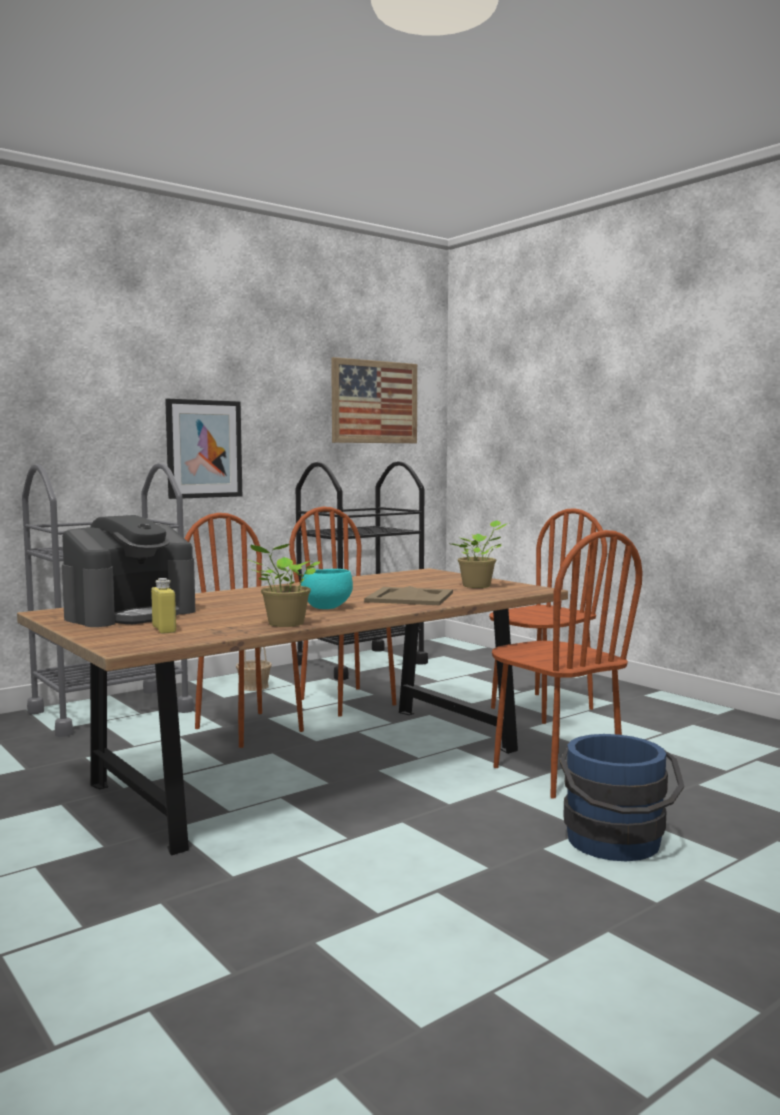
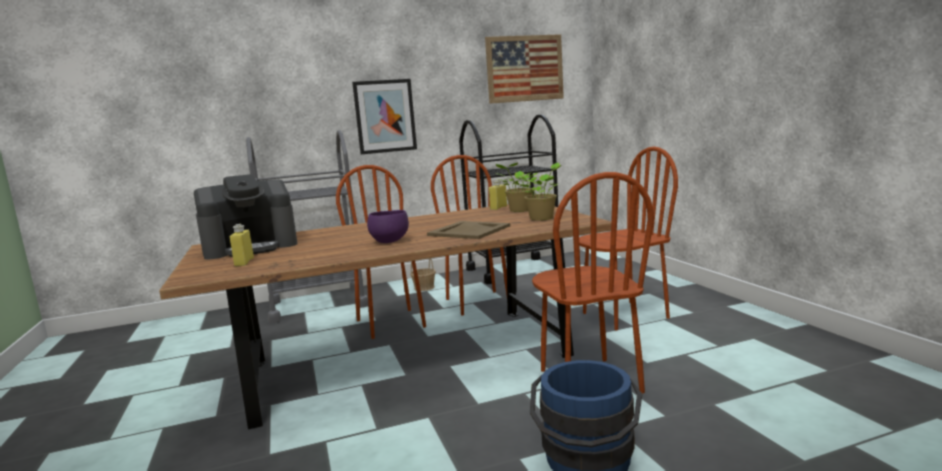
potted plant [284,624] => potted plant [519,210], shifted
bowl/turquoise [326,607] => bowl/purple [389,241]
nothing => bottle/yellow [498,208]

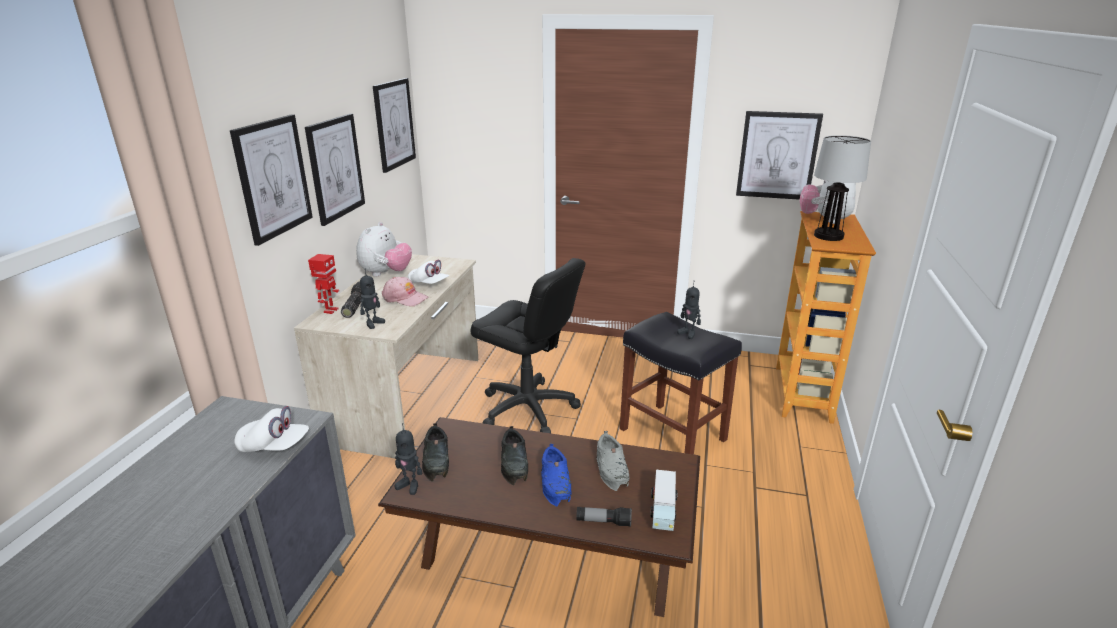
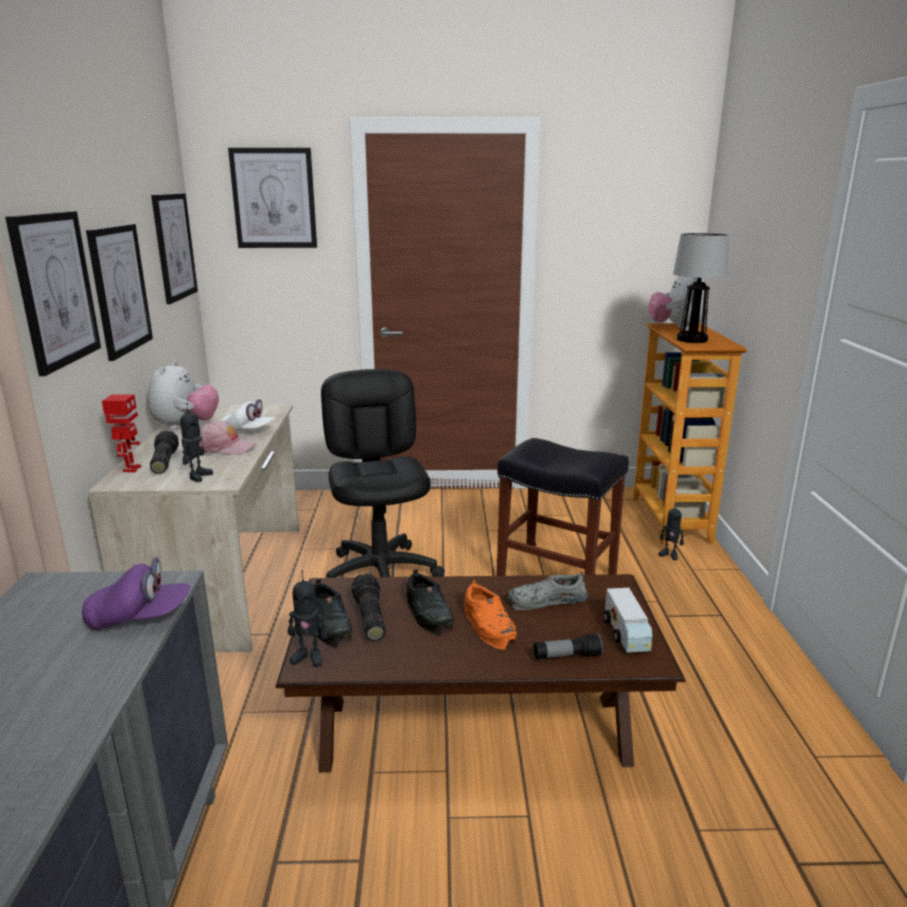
picture [777,155] => picture [274,198], shifted
office chair/black [528,409] => office chair/black [381,574], 120 degrees counterclockwise
toy robot [688,333] => toy robot [669,555], shifted
cap/white [274,446] => cap/purple [140,617]
shoe/grey [612,468] => shoe/grey [546,600], 105 degrees clockwise
shoe/blue [556,482] => shoe/orange [489,624]
nothing => flashlight [368,617]

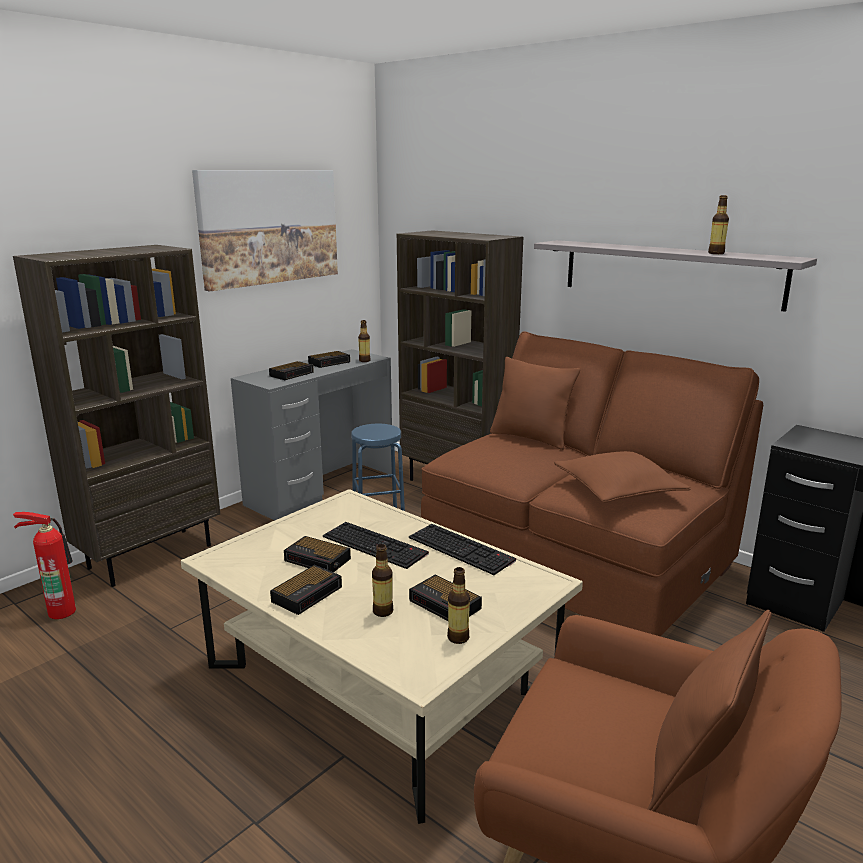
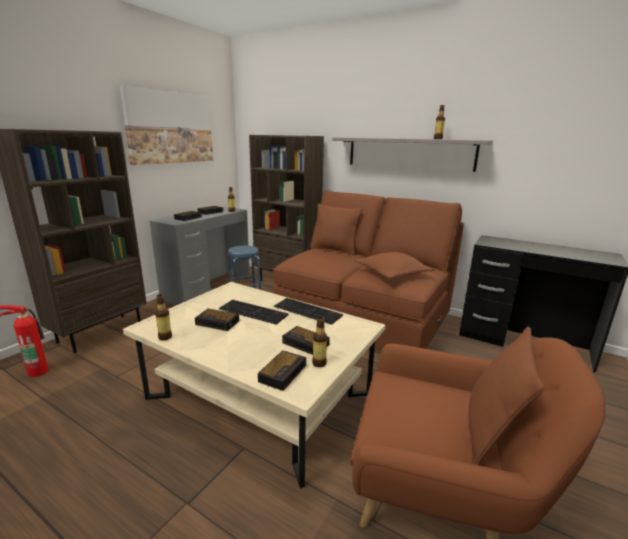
bottle [383,611] => bottle [165,337], shifted
alarm clock [308,593] => alarm clock [283,372], shifted

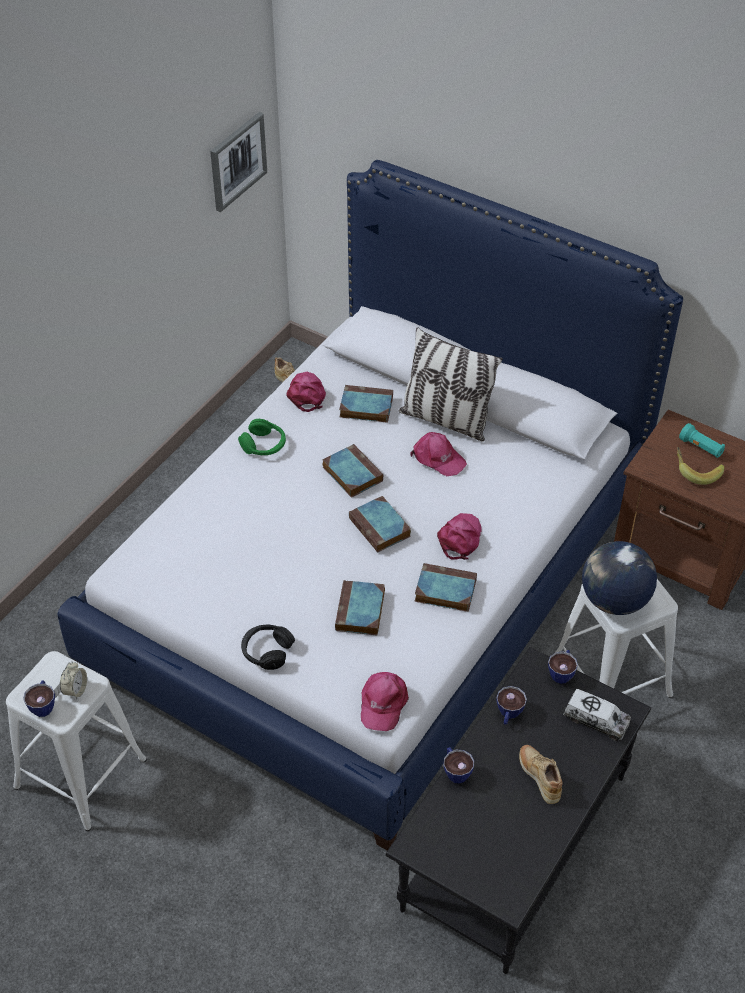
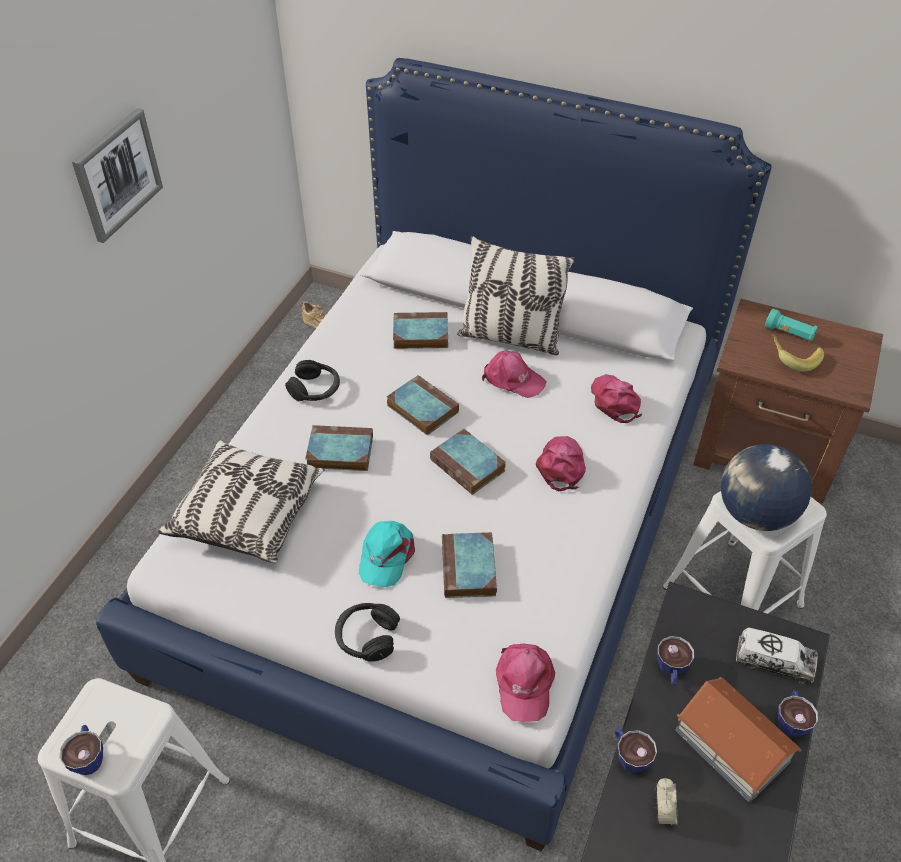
picture [237,161] => picture [117,174], shifted
cap/pink [306,394] => cap/pink [615,401], shifted
headphones/green [264,445] => headphones/black [315,389]
book [444,591] => book [338,452], shifted
cup [562,672] => cup [791,720], shifted
alarm clock [75,690] => alarm clock [663,811], shifted
shoe/beige [539,777] => toy house [732,747]
nothing => pillow [247,514]
nothing => cap/turquoise [386,555]

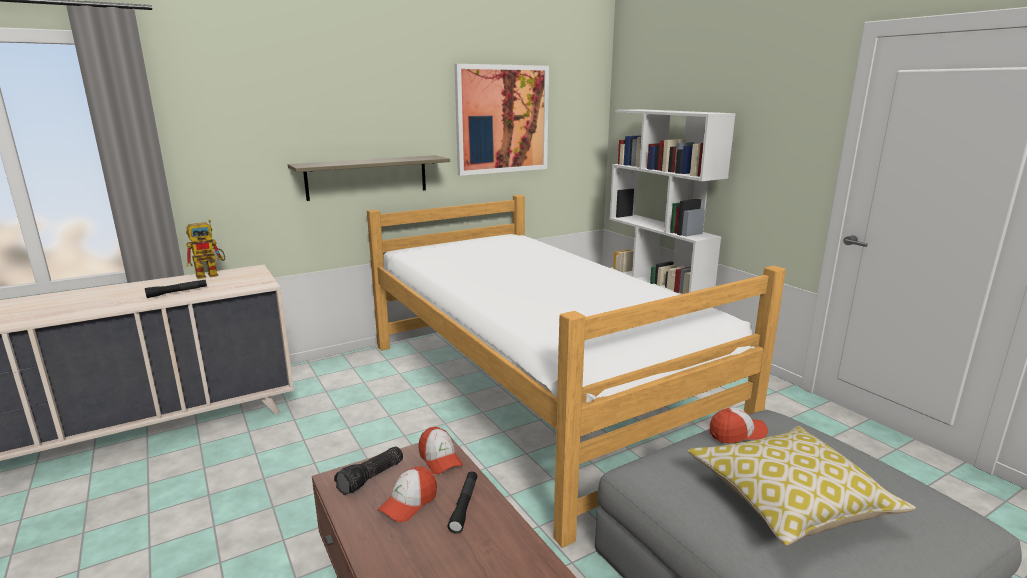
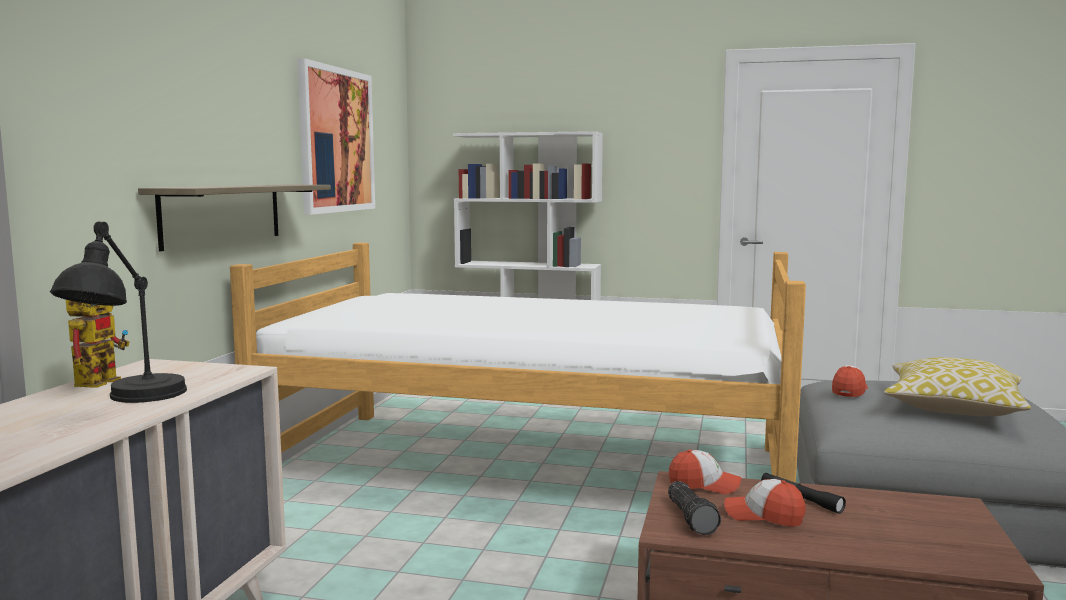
flashlight/black [177,292] => table lamp/black [128,402]
cap [408,503] => cap [764,516], 120 degrees clockwise

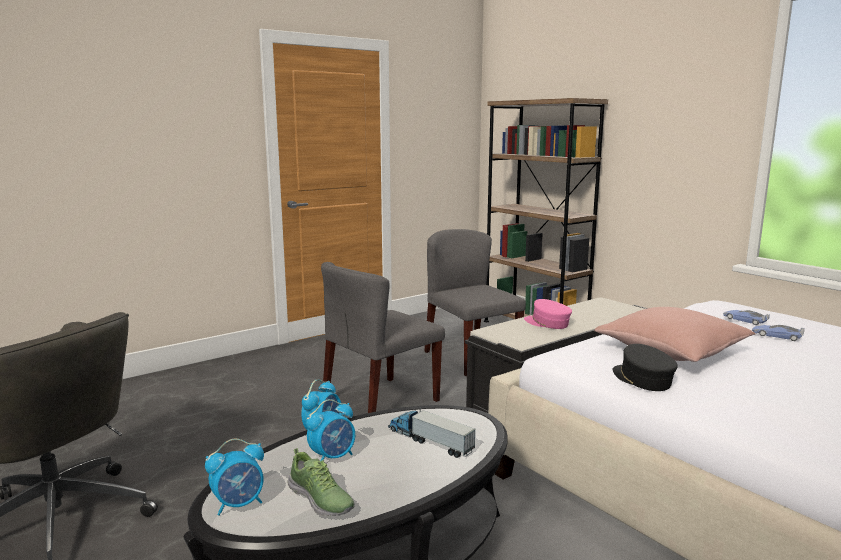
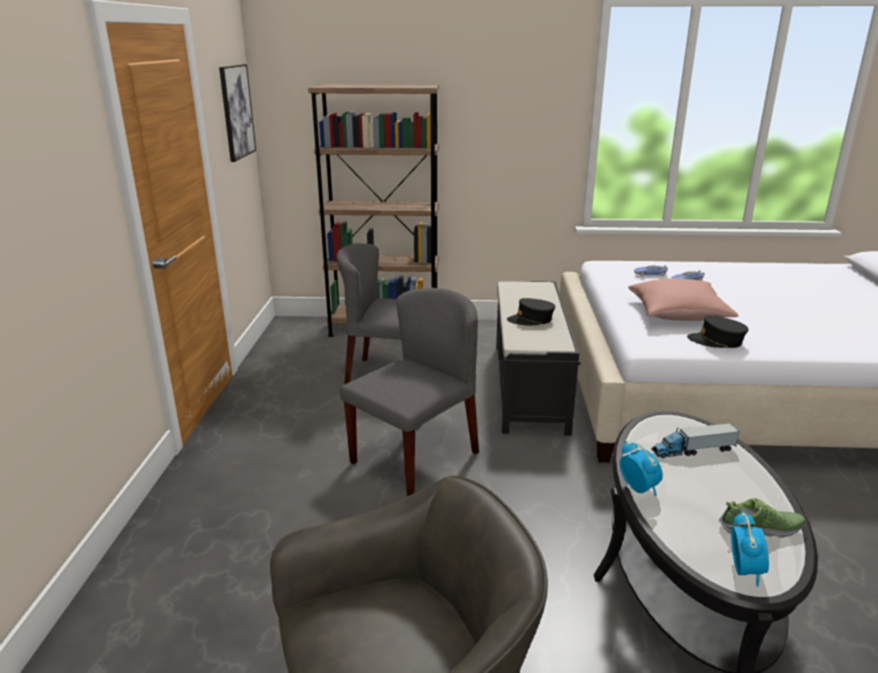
chair/grey [380,402] => chair/grey [415,456], 135 degrees counterclockwise
cap/pink [547,323] => cap/black [531,320]
alarm clock [333,457] => nothing
nothing => picture [236,112]

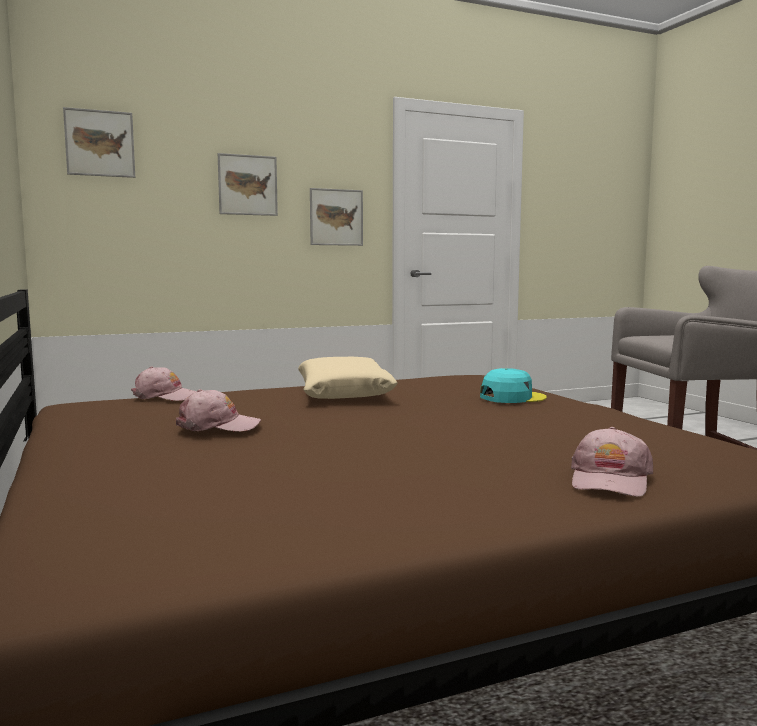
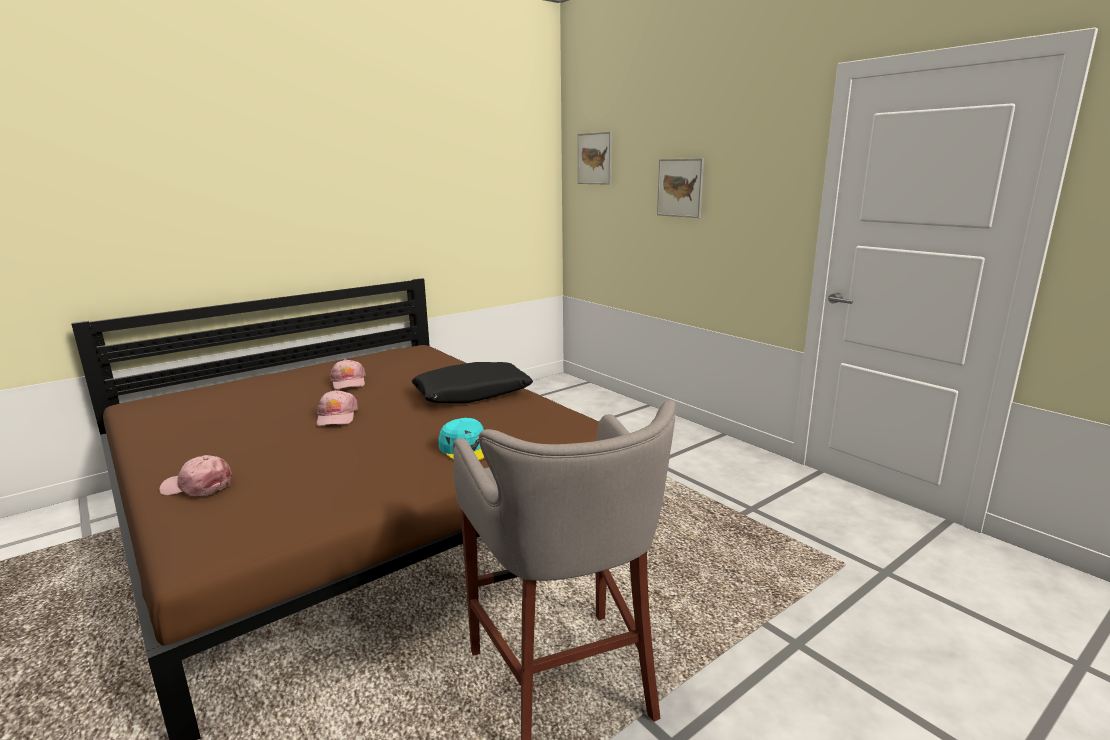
picture [336,217] => nothing
pillow/beige [344,393] => pillow/black [472,394]
cap/pink [165,396] => cap/pink [337,416], shifted

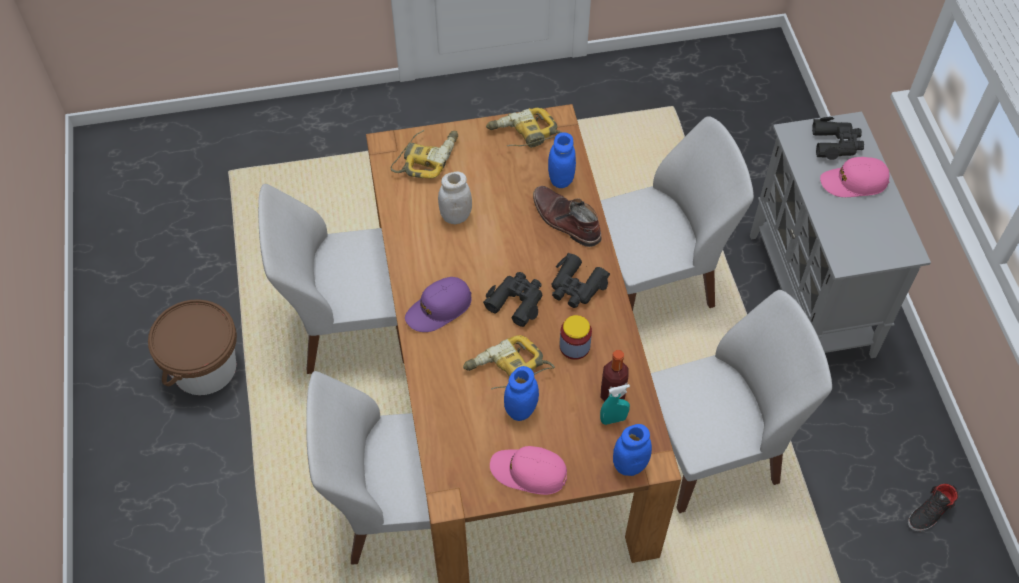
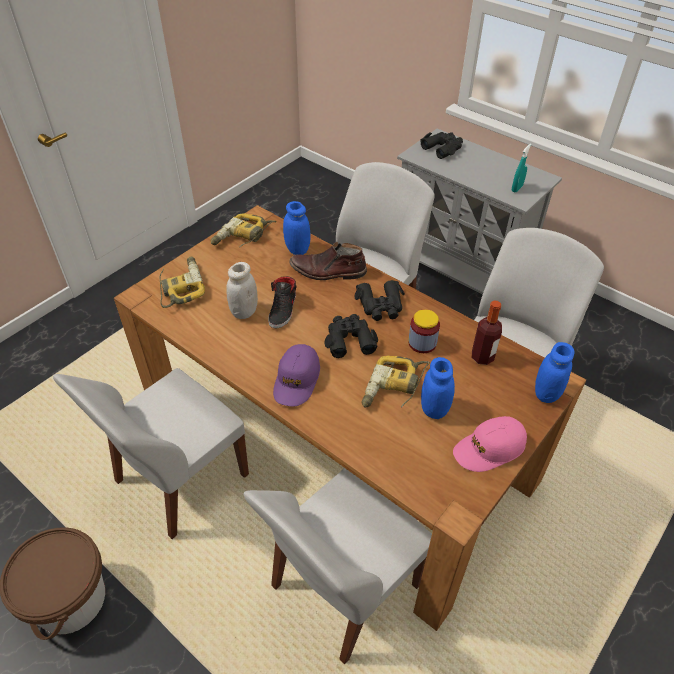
cap/pink [853,182] => nothing
spray bottle/turquoise [613,419] => spray bottle/turquoise [517,188], shifted
shoe/black [930,512] => shoe/black [283,310], shifted

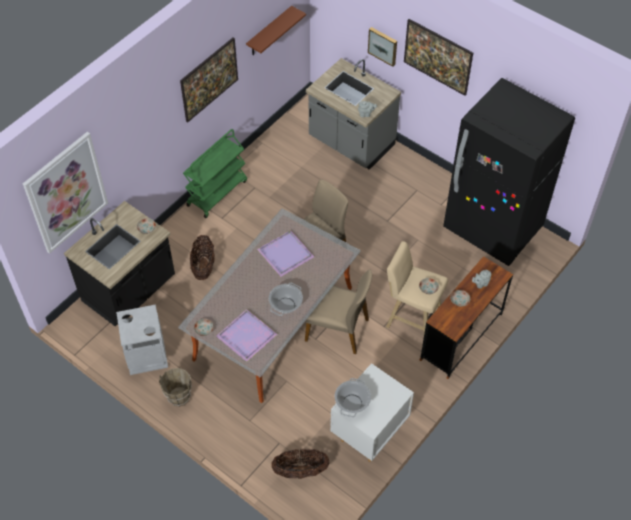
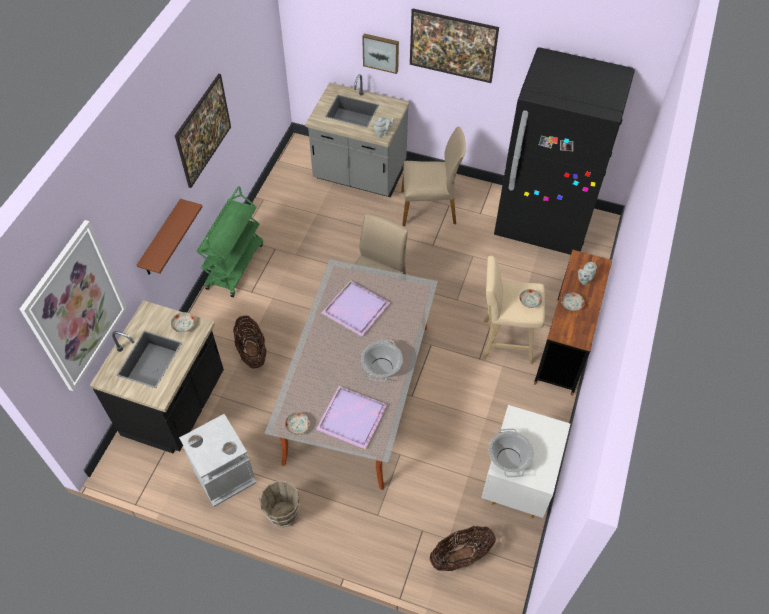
shelf/brown [269,32] => shelf/brown [161,240], shifted
chair/beige [338,329] => chair/beige [429,208], shifted

